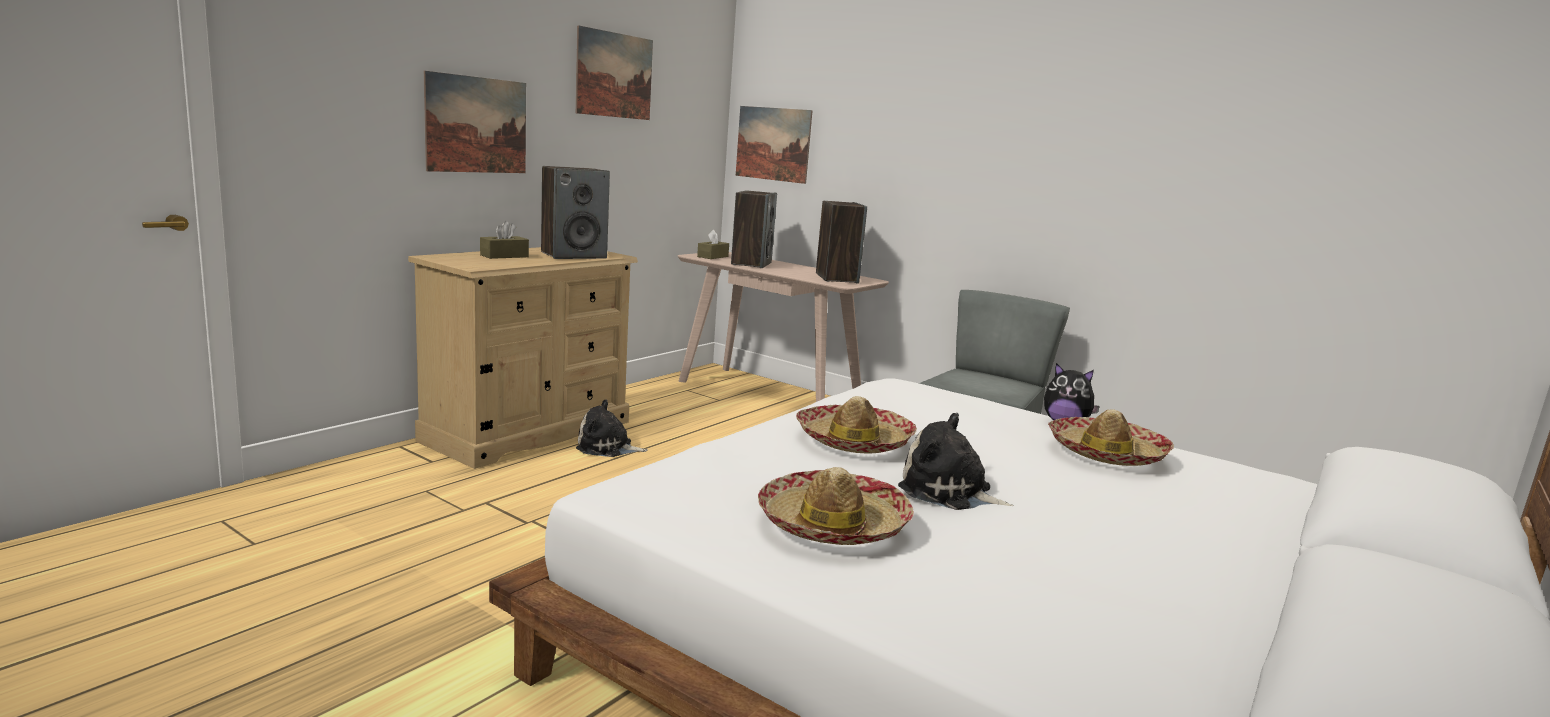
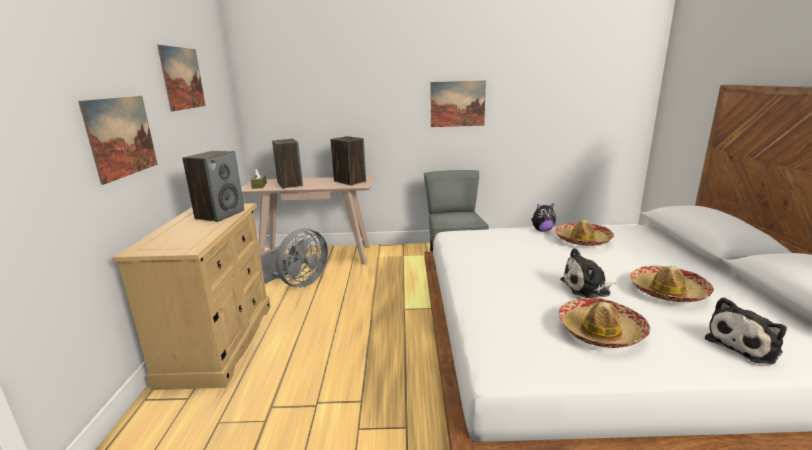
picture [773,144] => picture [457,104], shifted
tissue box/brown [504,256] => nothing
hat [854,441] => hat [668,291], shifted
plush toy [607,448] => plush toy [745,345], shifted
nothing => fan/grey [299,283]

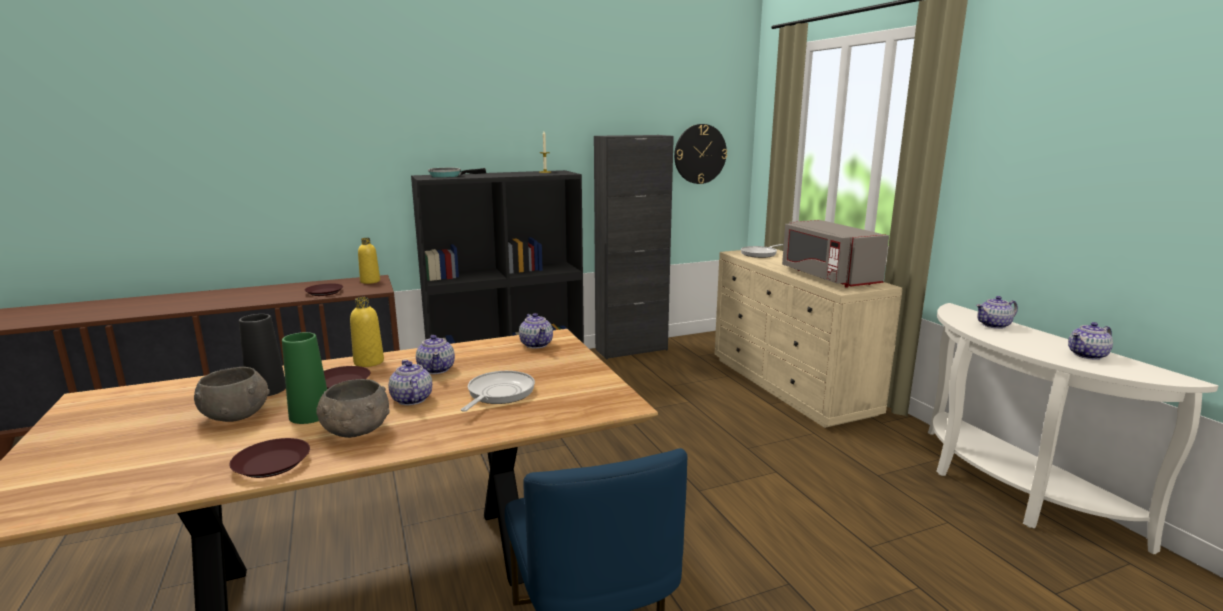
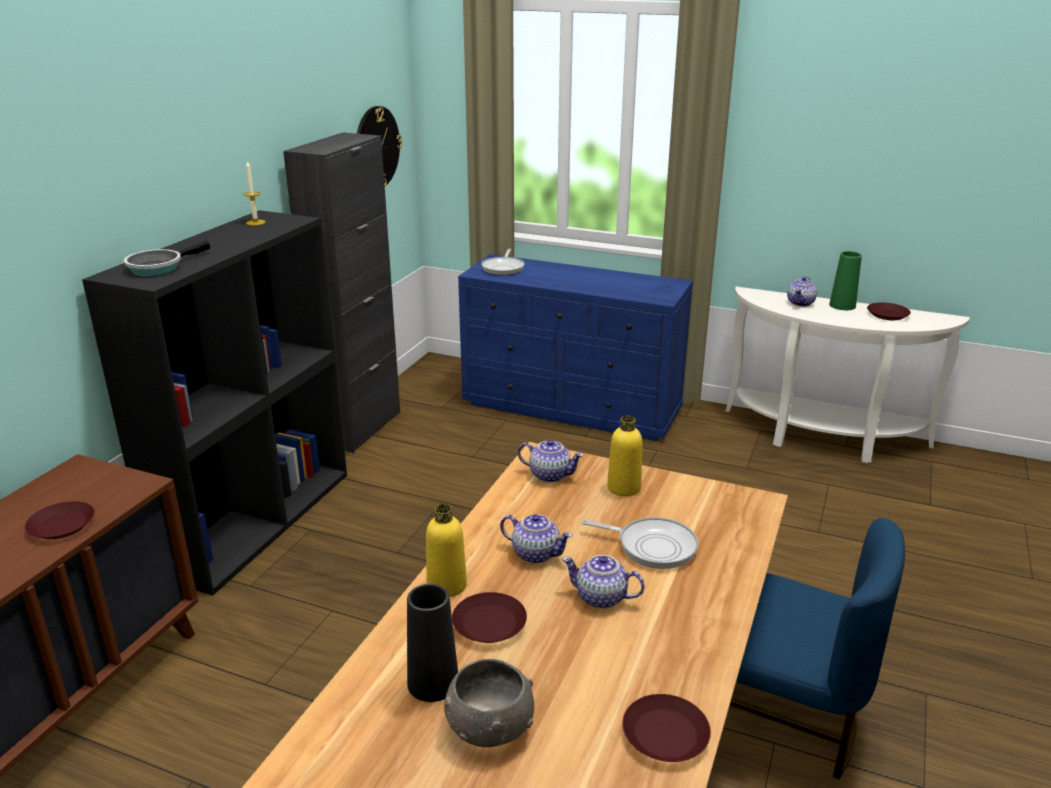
microwave/grey [827,277] => nothing
bottle/yellow [370,281] => bottle/yellow [624,488], shifted
dresser/beige [791,385] => dresser/blue [573,407]
teapot [1088,355] => plate/brown [888,315]
vase/green [310,415] => vase/green [842,305], shifted
frying pan [498,394] => frying pan [652,546], 135 degrees clockwise
bowl/grey [356,431] => nothing

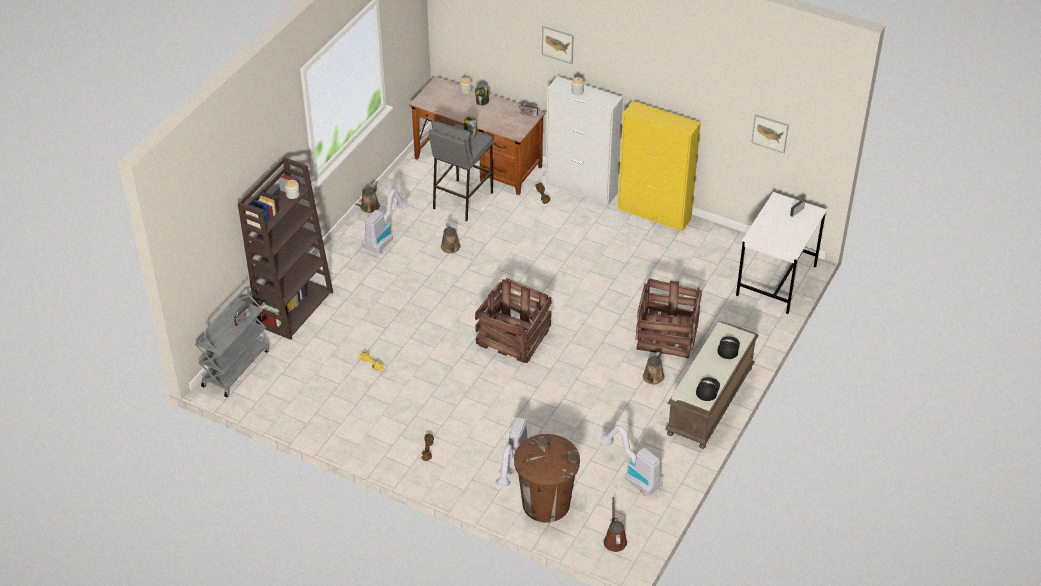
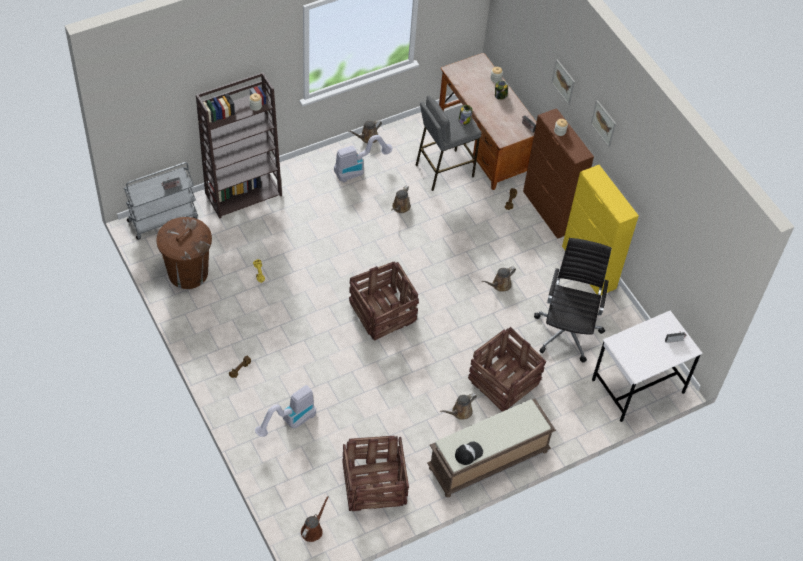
cabinet/white [582,188] => cabinet/brown [549,211]
picture [770,133] => picture [603,123], shifted
cap [728,348] => nothing
vacuum cleaner [633,475] => crate [373,485]
trash can/brown [546,503] => trash can/brown [188,273], shifted
nothing => office chair/black [568,330]
nothing => watering can/brown [500,285]

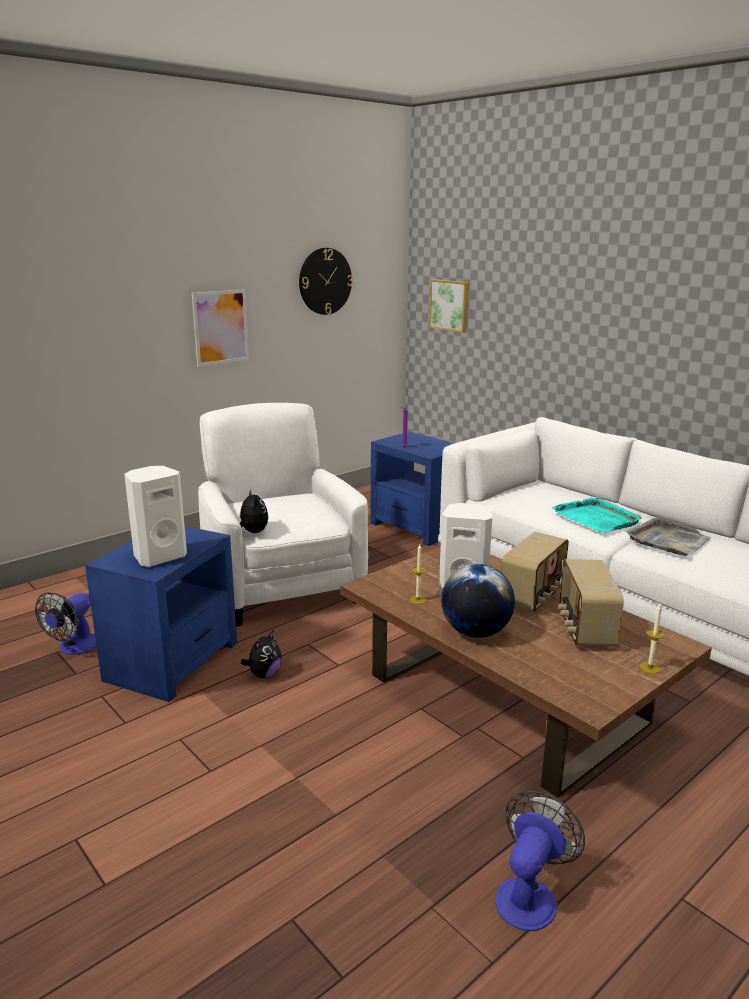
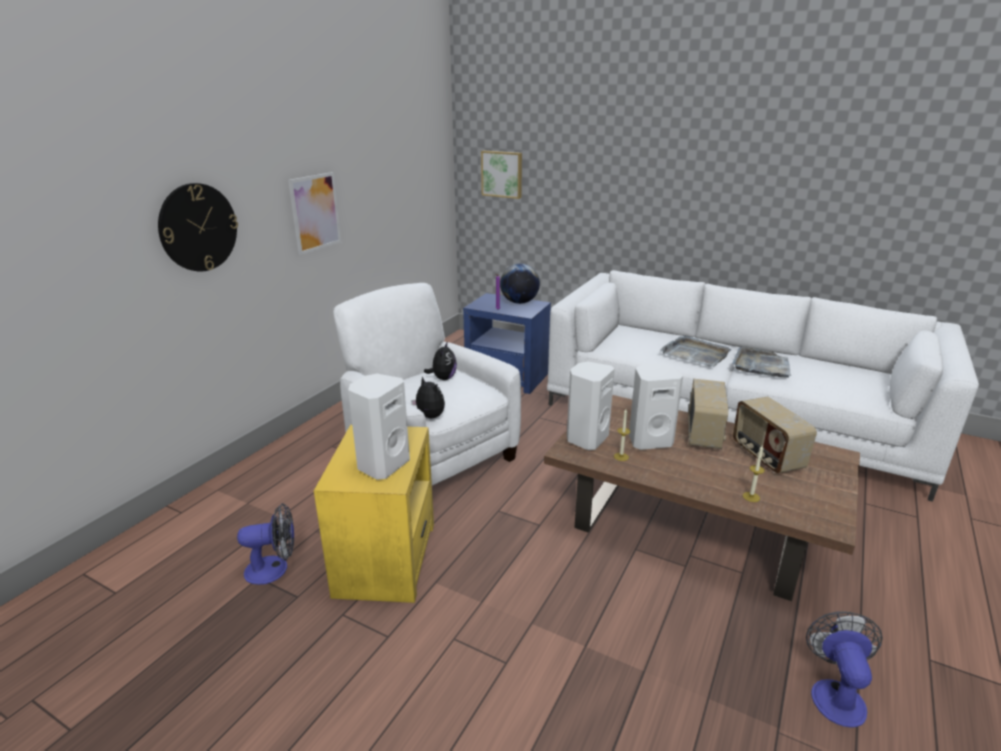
wall clock [325,281] => wall clock [198,227], shifted
tray/turquoise [596,518] => tray/grey [695,354]
side table/blue [173,661] => side table/yellow [387,558]
globe [475,632] => globe [519,302], shifted
fan [74,648] => fan [274,569], 105 degrees counterclockwise
candle [649,668] => candle [751,497], shifted
plush toy [264,674] => plush toy [443,378], shifted
nothing => speaker/white [586,439]

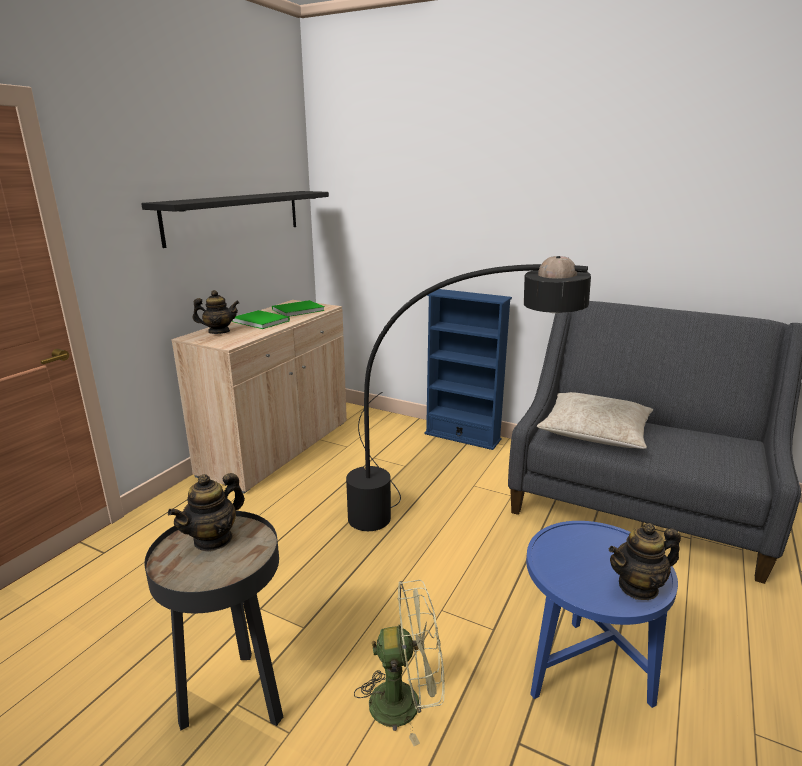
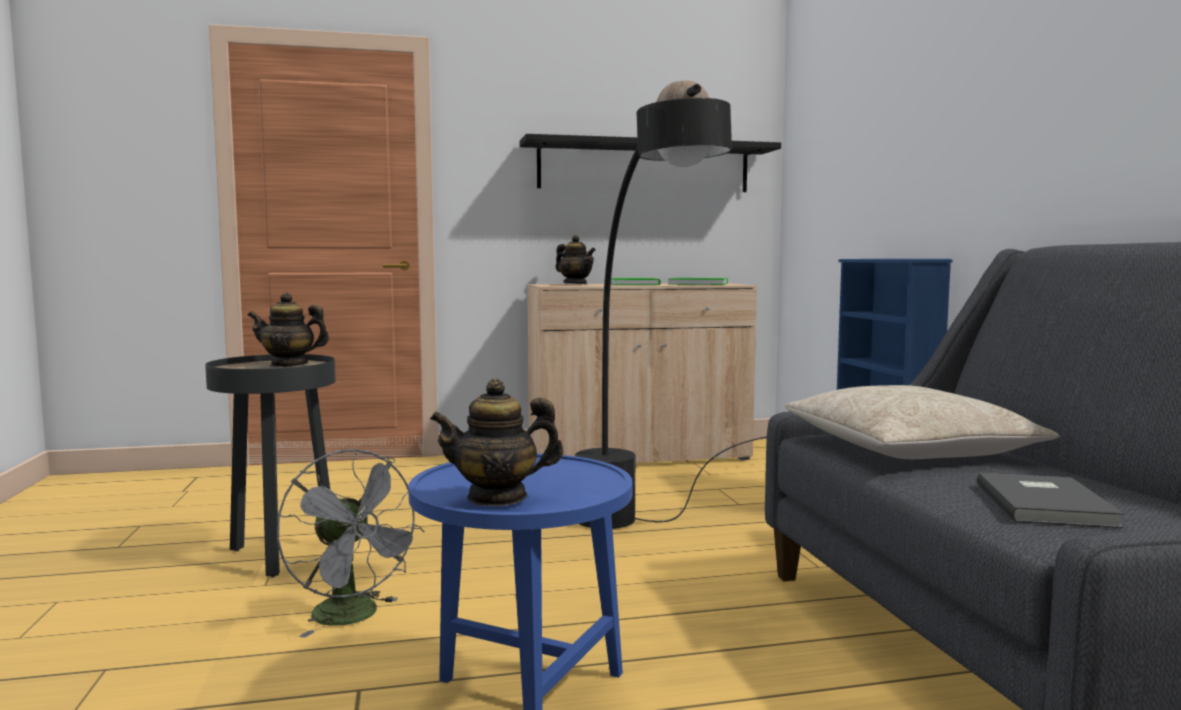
teapot [638,587] => teapot [497,497], 45 degrees counterclockwise
fan/green [406,701] => fan/grey [354,617]
nothing => book/grey [1047,504]

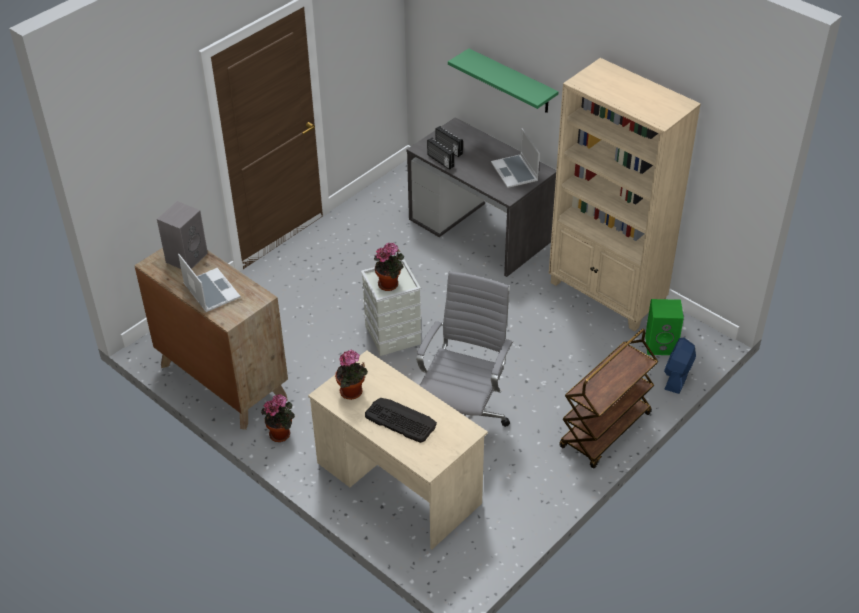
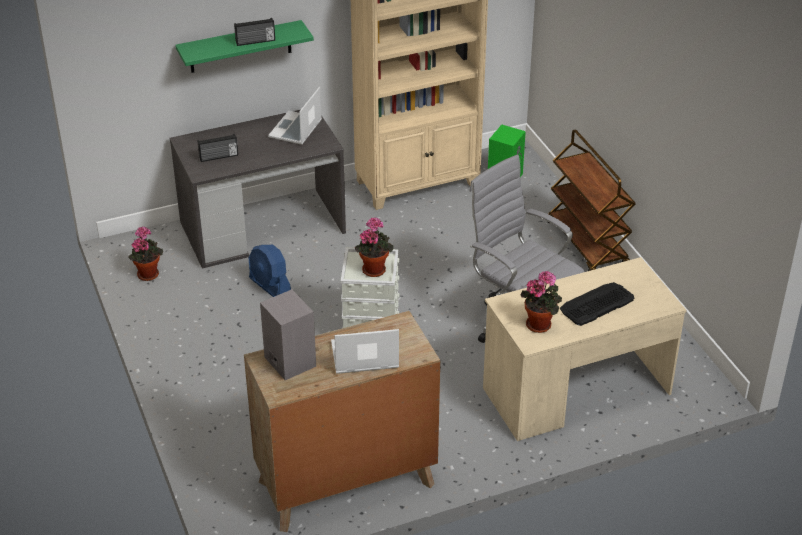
laptop [515,172] => laptop [296,130], 105 degrees clockwise
radio [440,161] => radio [255,41], shifted
fan/blue [677,376] => fan/blue [270,286], shifted
potted plant [281,433] => potted plant [148,273], shifted

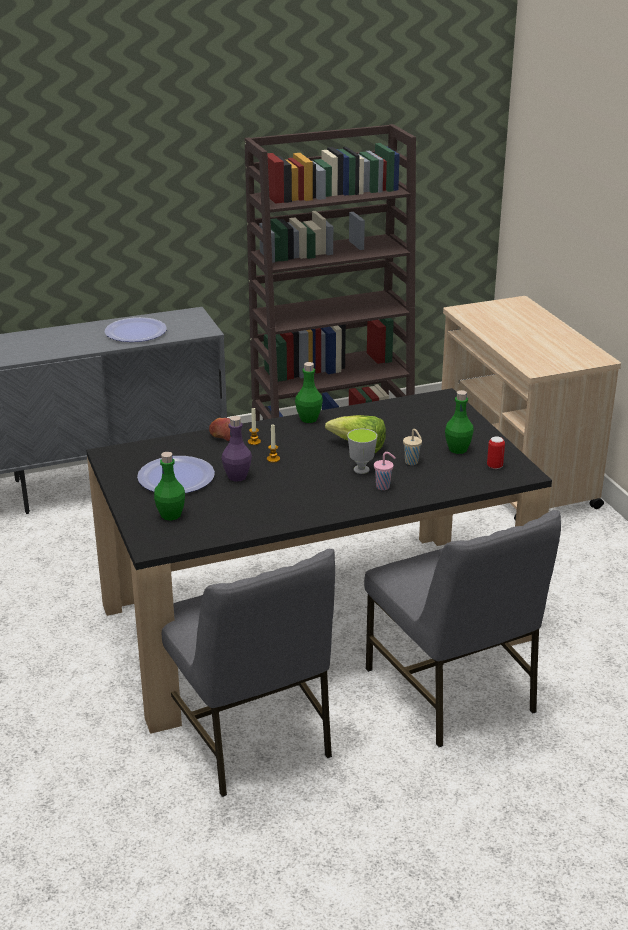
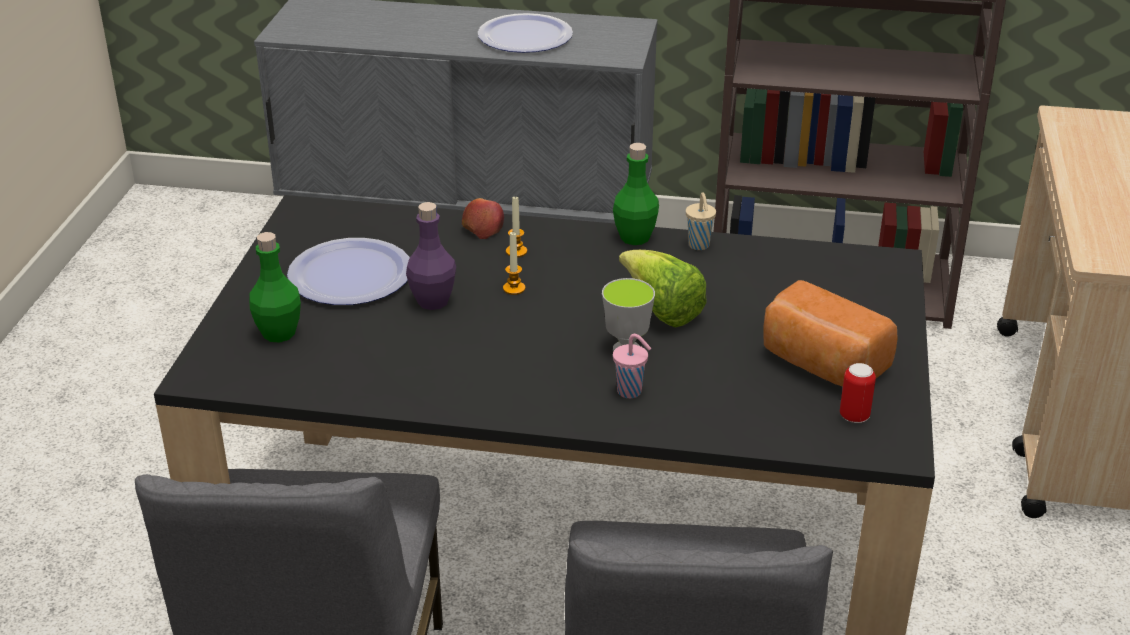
bottle/green [458,449] => bread [820,364]
cup/beige [412,462] => cup/beige [699,246], shifted

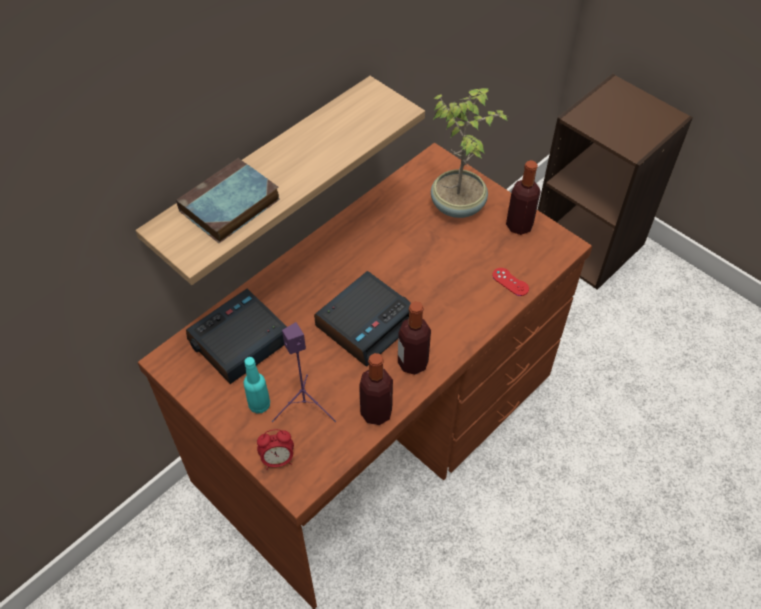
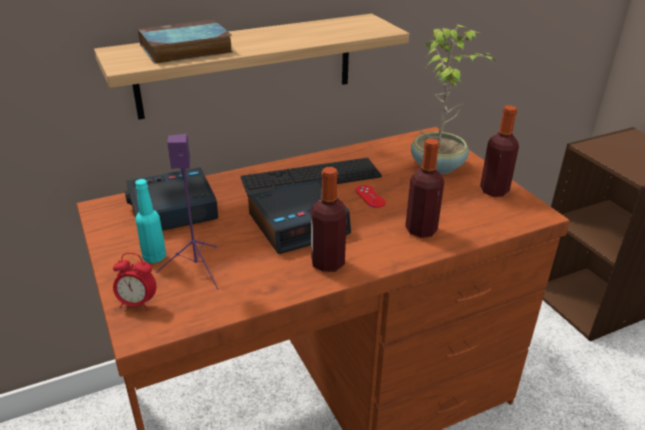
game controller/red [510,282] => game controller/red [370,196], shifted
bottle [376,412] => bottle [421,230], shifted
nothing => keyboard [311,177]

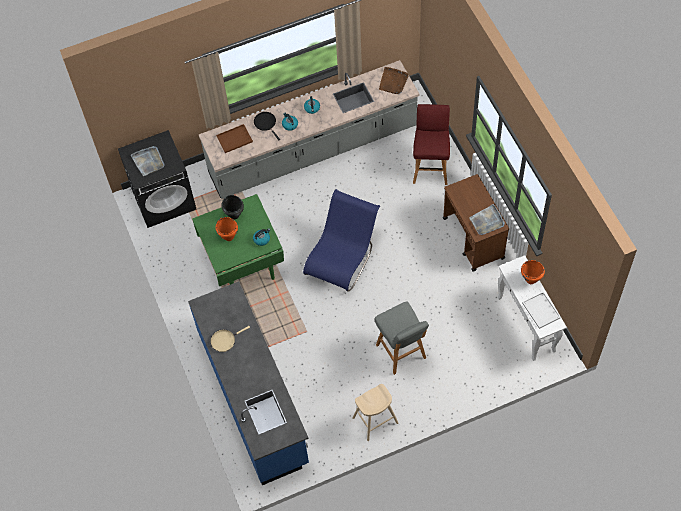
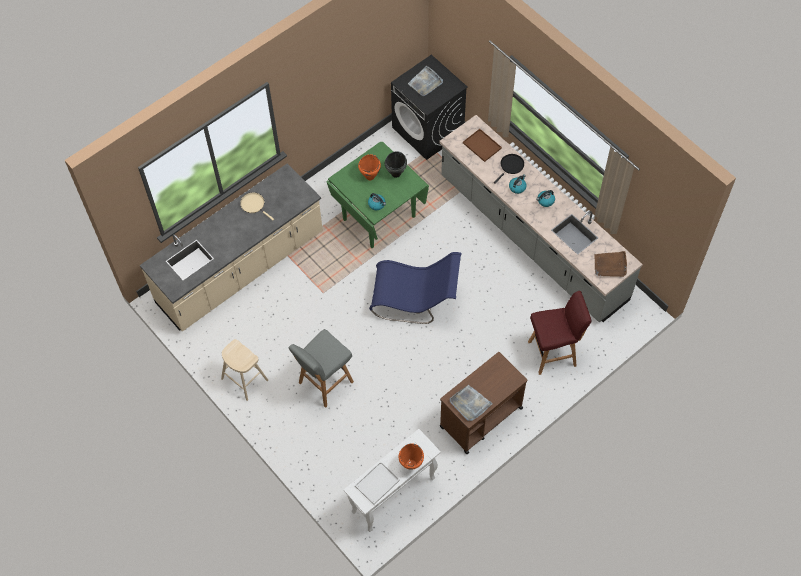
counter/blue [253,397] => counter/beige [241,269]

